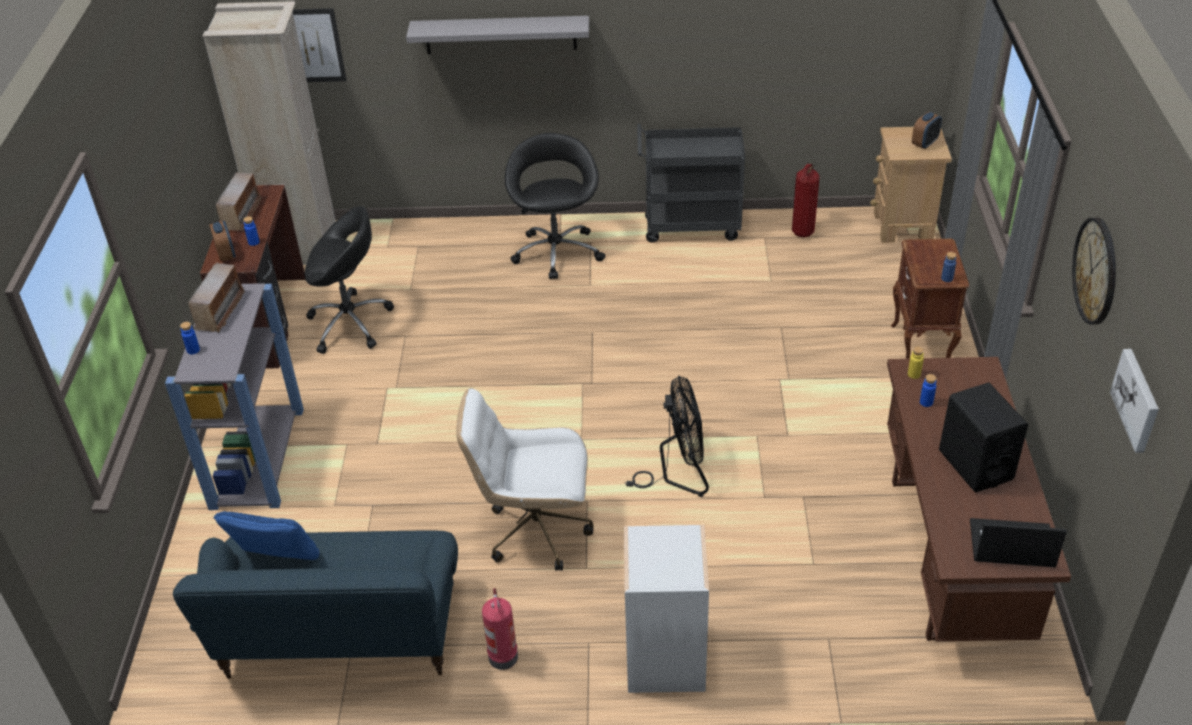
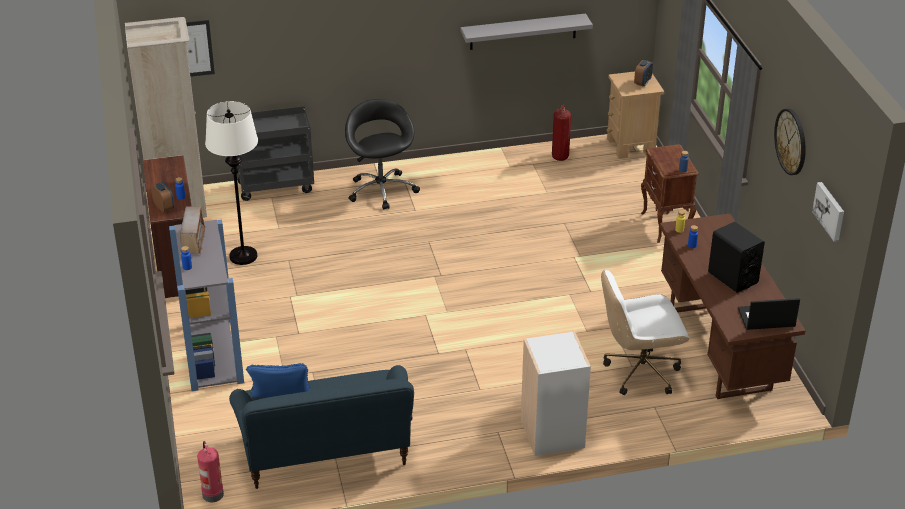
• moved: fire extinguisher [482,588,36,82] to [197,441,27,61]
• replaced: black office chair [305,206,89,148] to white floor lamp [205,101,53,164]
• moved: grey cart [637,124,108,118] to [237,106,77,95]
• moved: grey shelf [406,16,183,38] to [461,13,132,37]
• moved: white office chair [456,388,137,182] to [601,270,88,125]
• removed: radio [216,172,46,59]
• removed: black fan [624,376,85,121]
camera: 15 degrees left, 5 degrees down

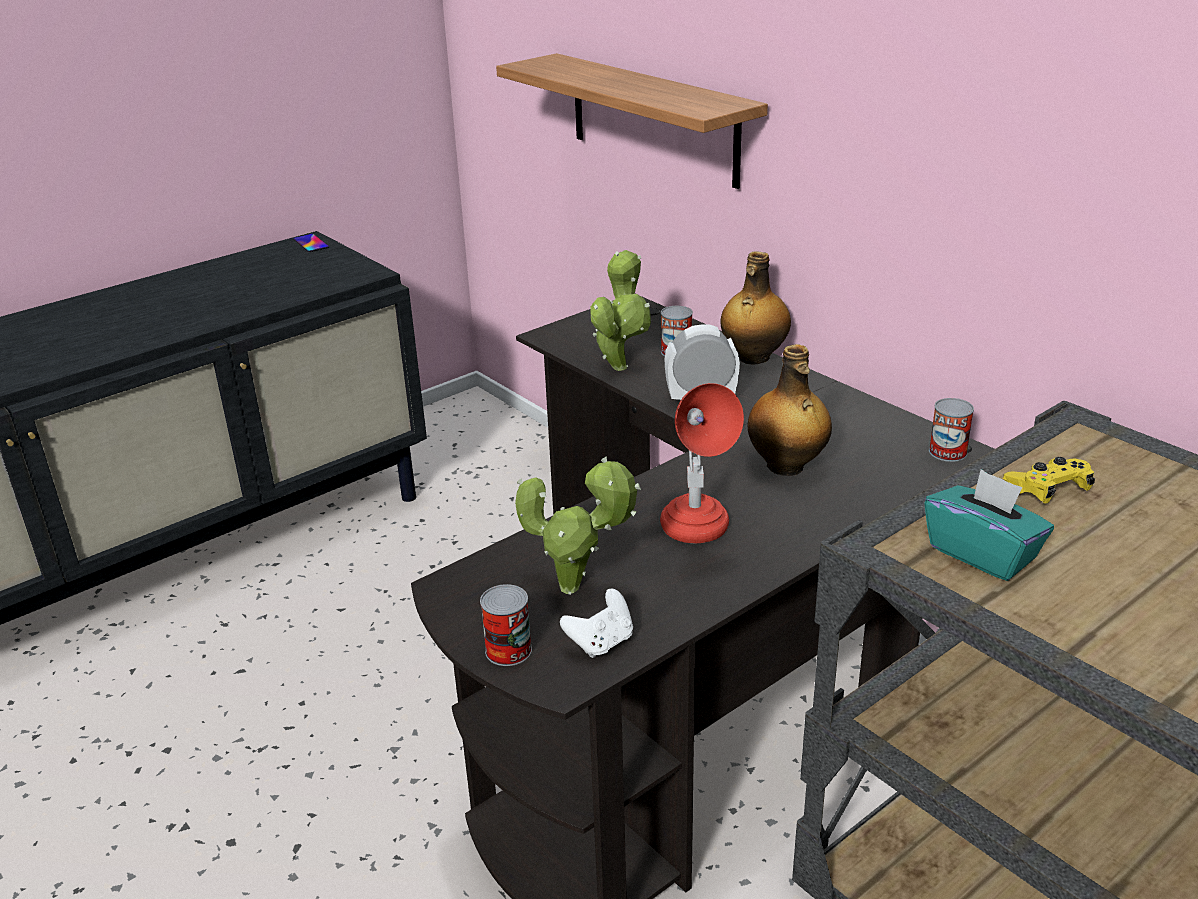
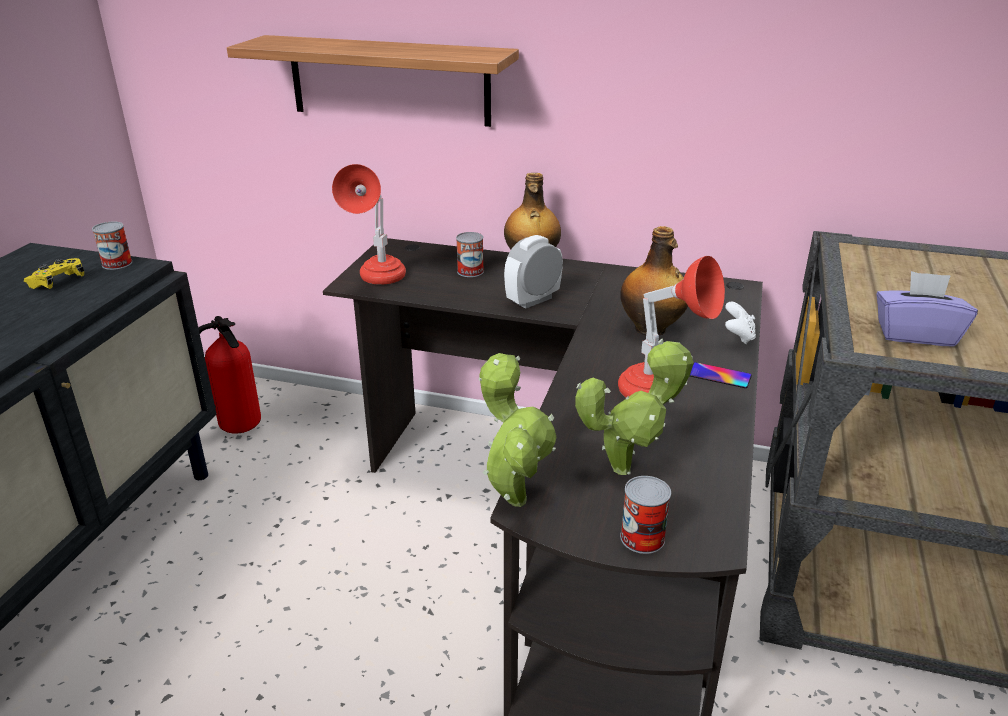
• moved: yellow game controller [1003,457,92,47] to [24,258,60,31]
• moved: can [929,398,45,64] to [92,221,40,49]
• added: fire extinguisher [199,316,62,118]
• added: red table lamp [332,164,74,121]
• moved: potted plant [591,250,60,121] to [479,353,78,154]
• moved: phone [293,234,36,18] to [690,362,62,26]
• moved: white game controller [560,589,73,69] to [725,302,31,42]
• recoloured: turquoise tissue box [924,469,130,112] to purple tissue box [876,271,102,75]
camera: 35 degrees left, 0 degrees up

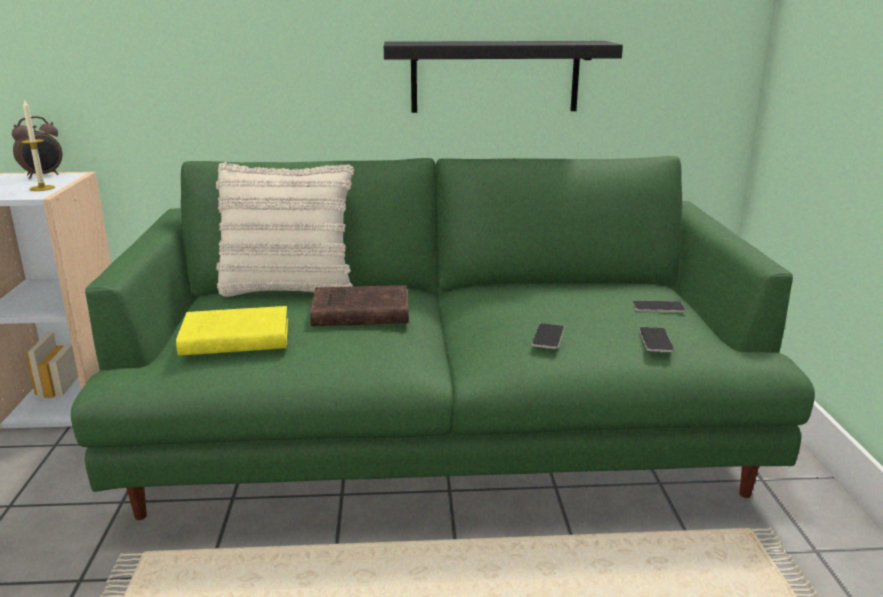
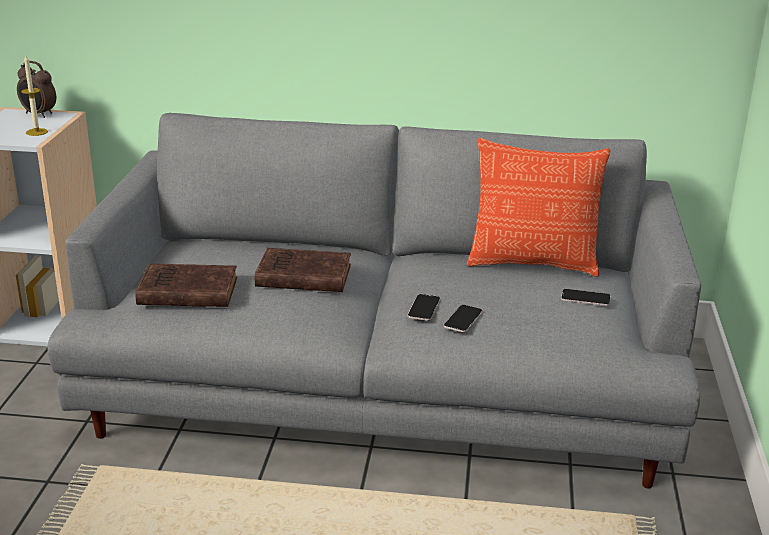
• turned: alarm clock [12,116,50,62] = [17,61,39,57] 60 degrees clockwise
• recoloured: green sofa [71,156,744,364] to grey sofa [48,113,653,375]
• recoloured: yellow book [176,306,112,50] to brown book [135,264,102,43]
• moved: phone [639,327,35,25] to [408,294,32,27]
• added: orange pillow [467,138,143,139]
• removed: beige pillow [216,162,138,135]
• removed: black shelf [384,41,239,72]
camera: 10 degrees right, 5 degrees up

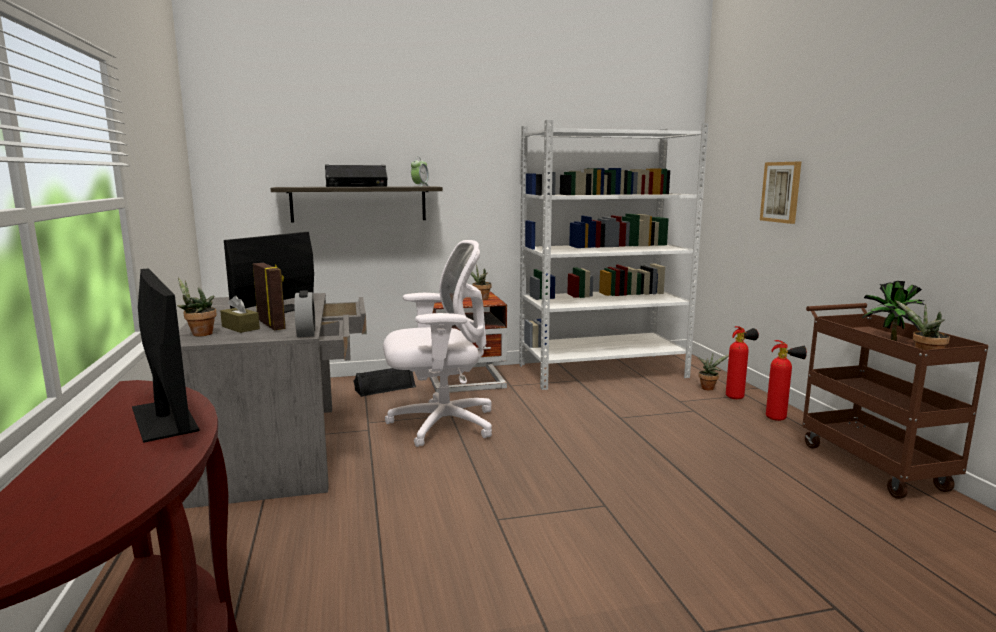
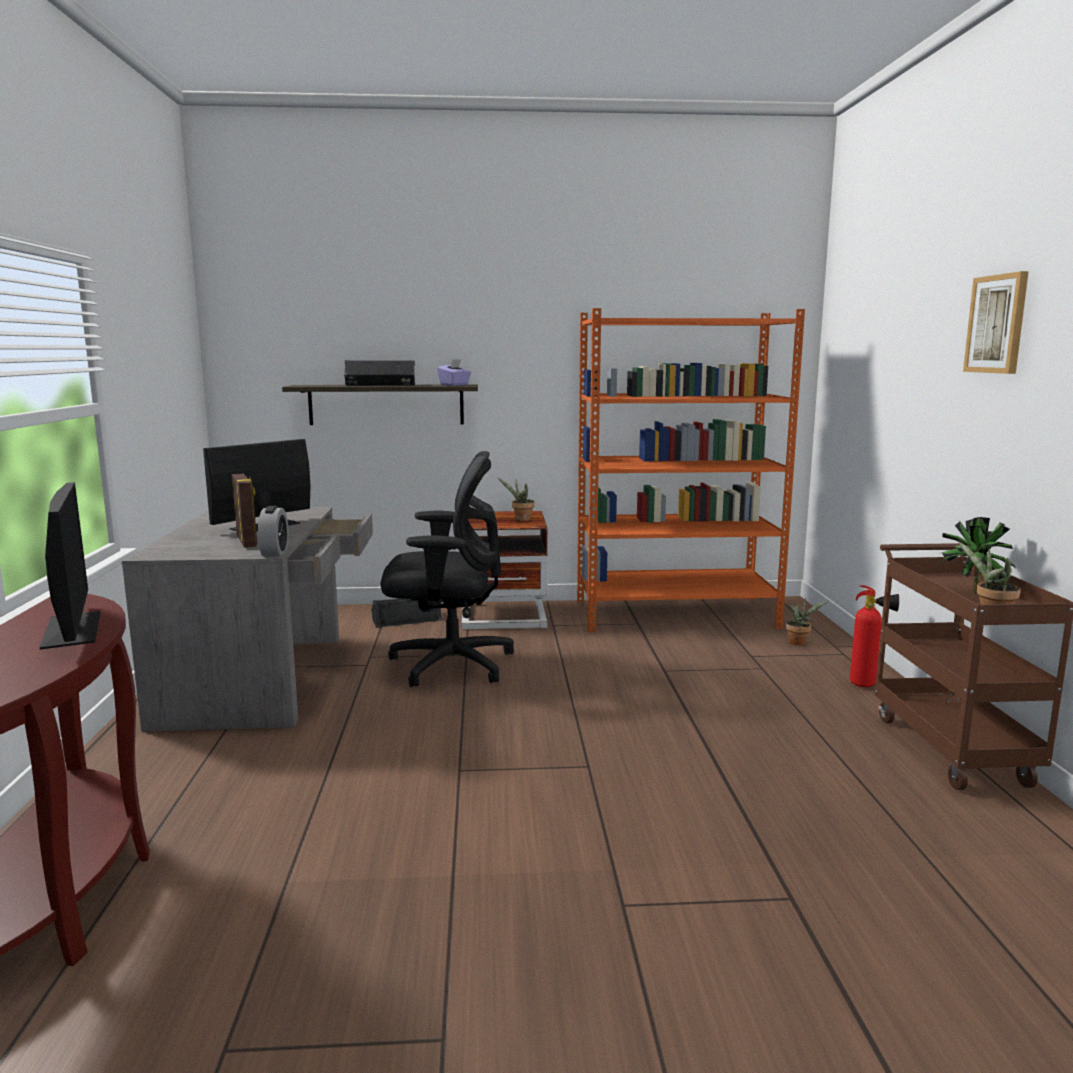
• recoloured: white office chair [383,240,109,207] to black office chair [381,451,133,236]
• replaced: alarm clock [411,157,18,30] to purple tissue box [437,359,34,26]
• recoloured: white bookcase [519,120,189,270] to orange bookcase [577,308,228,324]
• moved: picture [760,162,41,62] to [963,271,66,103]
• removed: potted plant [177,277,40,60]
• removed: brown tissue box [220,296,40,37]
• removed: fire extinguisher [726,326,33,73]
camera: 10 degrees right, 0 degrees up

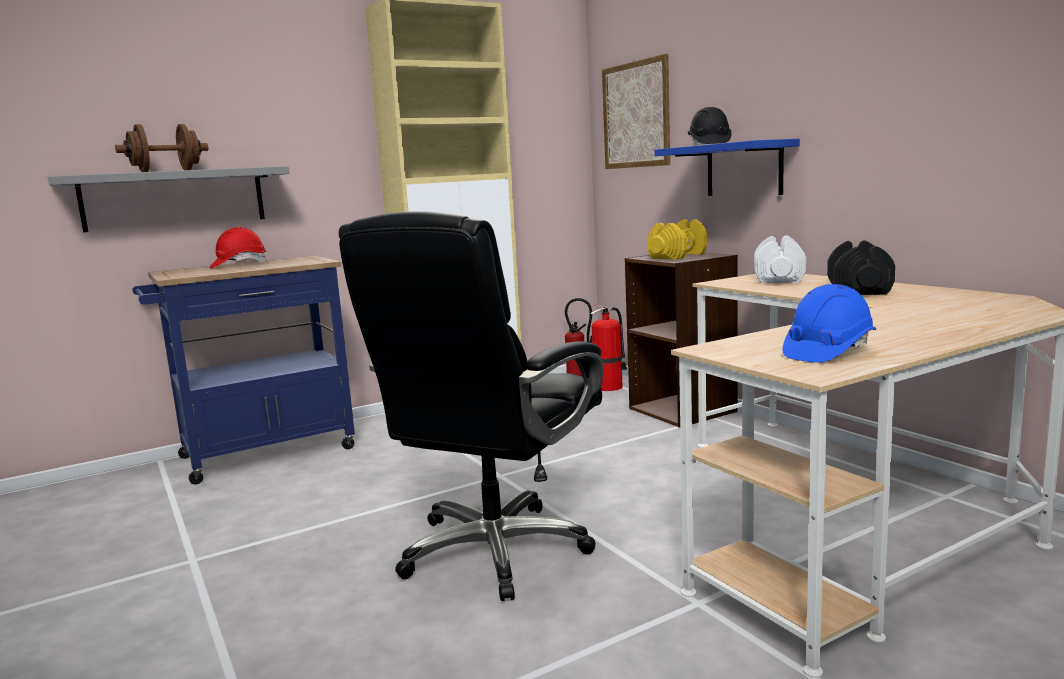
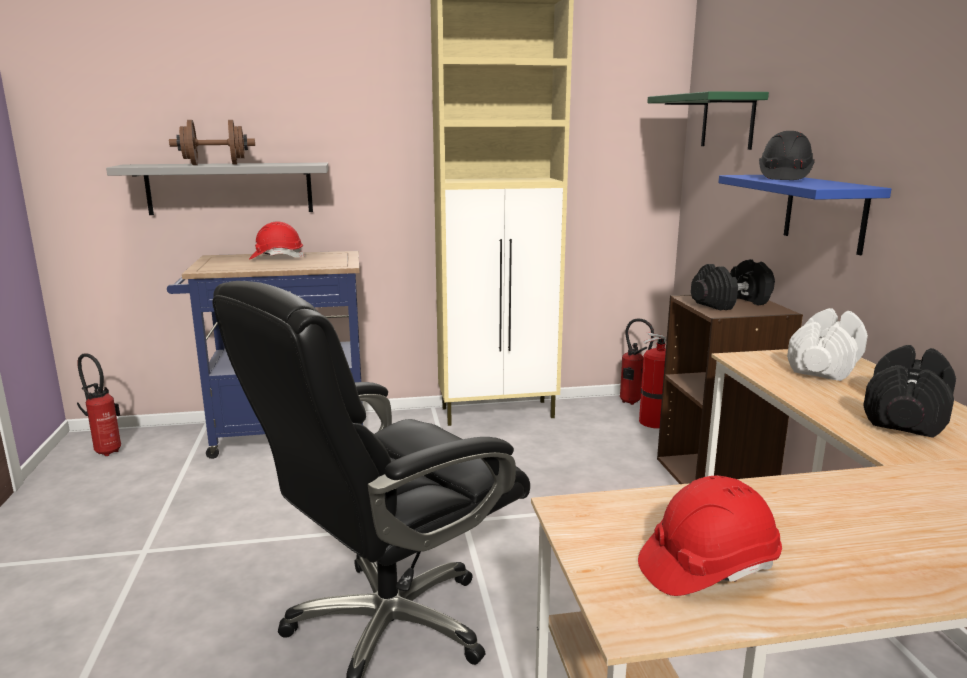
• added: fire extinguisher [77,353,44,103]
• recoloured: blue hard hat [782,284,94,79] to red hard hat [638,476,144,120]
• replaced: picture [602,54,68,115] to green shelf [647,91,122,59]
• recoloured: yellow dumbbell [648,219,59,40] to black dumbbell [691,259,84,52]
camera: 20 degrees right, 5 degrees up

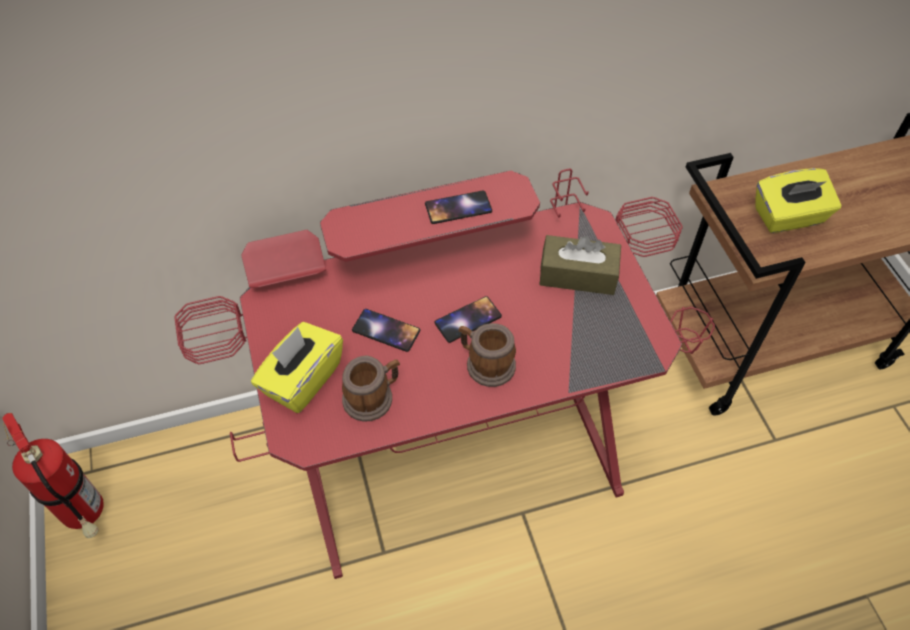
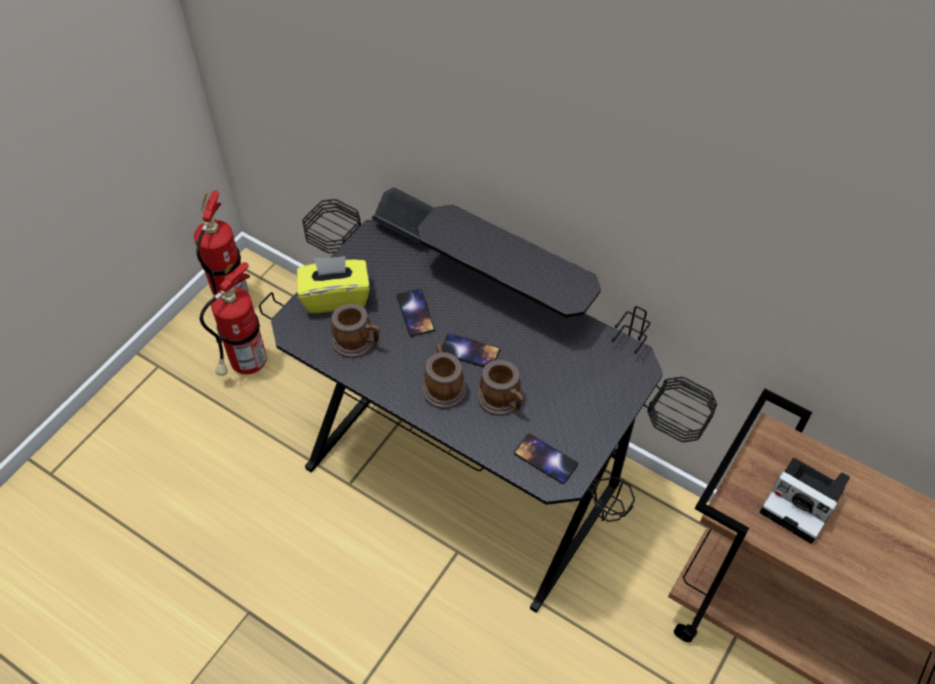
• added: fire extinguisher [200,262,67,114]
• recoloured: red desk [174,169,541,410] to black desk [259,187,458,426]
• added: mug [478,360,46,56]
• moved: phone [425,191,67,33] to [514,434,64,50]
• replaced: yellow tissue box [755,168,87,65] to photo camera [760,458,90,86]
• removed: brown tissue box [539,235,82,60]
camera: 50 degrees right, 0 degrees up

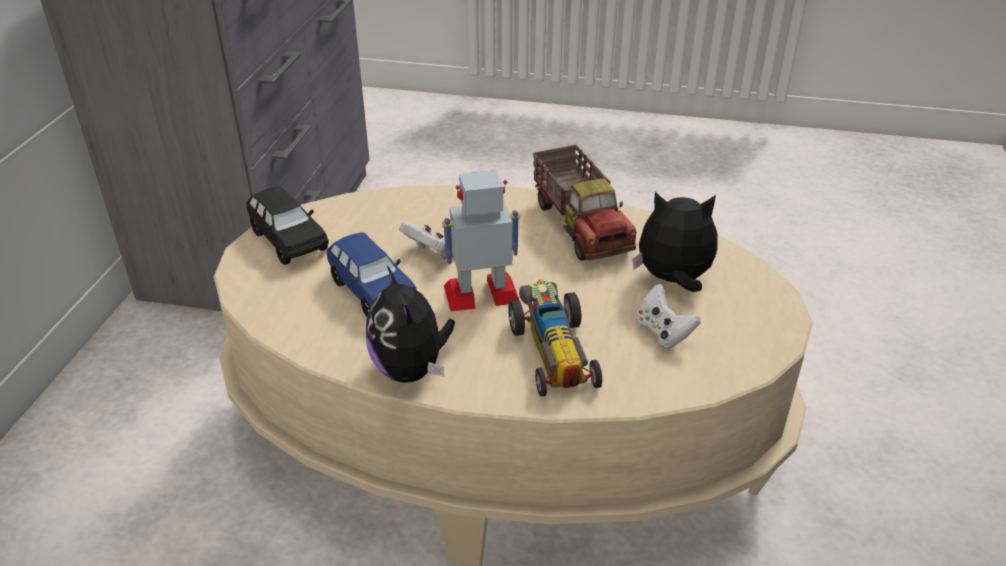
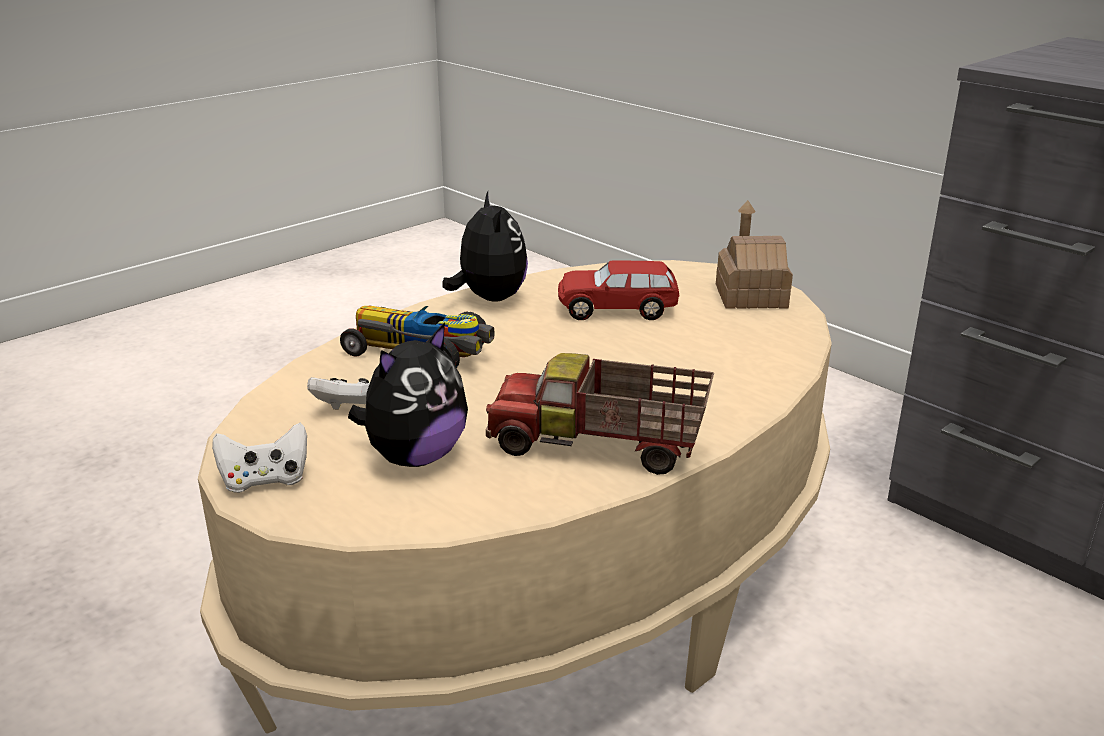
• moved: white game controller [399,222,54,37] to [212,423,95,70]
• turned: plush toy [366,266,89,117] = [442,192,86,109] 60 degrees clockwise
• recoloured: blue toy car [327,232,90,85] to red toy car [558,261,121,59]
• replaced: black toy car [246,186,83,79] to toy house [716,200,77,109]
• removed: toy robot [442,170,78,141]
camera: 125 degrees right, 10 degrees down

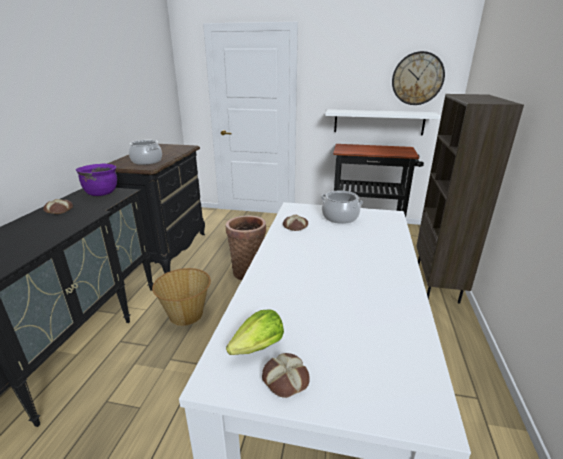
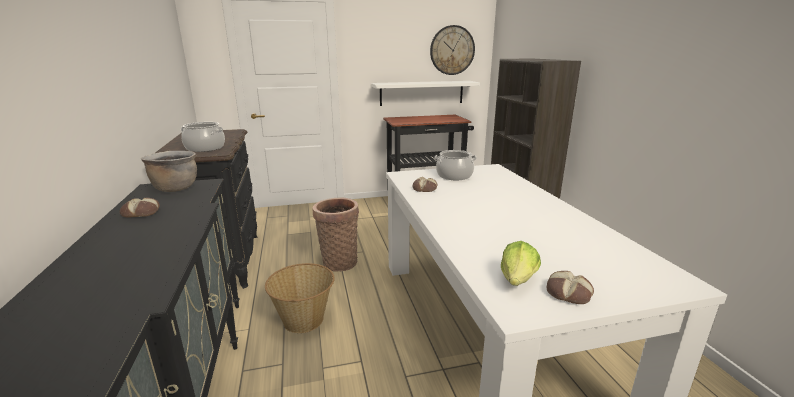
• recoloured: purple cooking pot [76,163,41,33] to brown cooking pot [141,151,56,41]
camera: 25 degrees left, 5 degrees down

